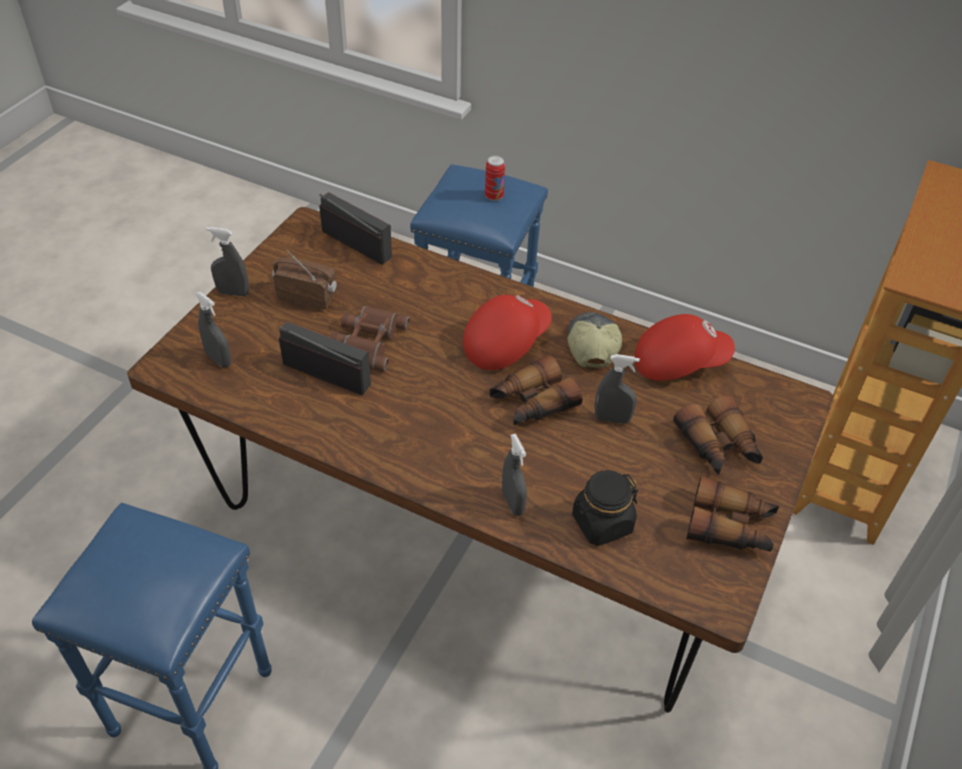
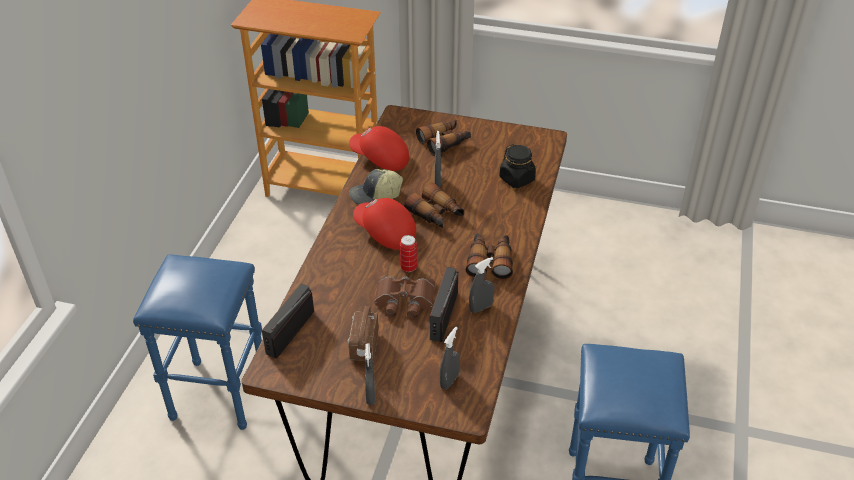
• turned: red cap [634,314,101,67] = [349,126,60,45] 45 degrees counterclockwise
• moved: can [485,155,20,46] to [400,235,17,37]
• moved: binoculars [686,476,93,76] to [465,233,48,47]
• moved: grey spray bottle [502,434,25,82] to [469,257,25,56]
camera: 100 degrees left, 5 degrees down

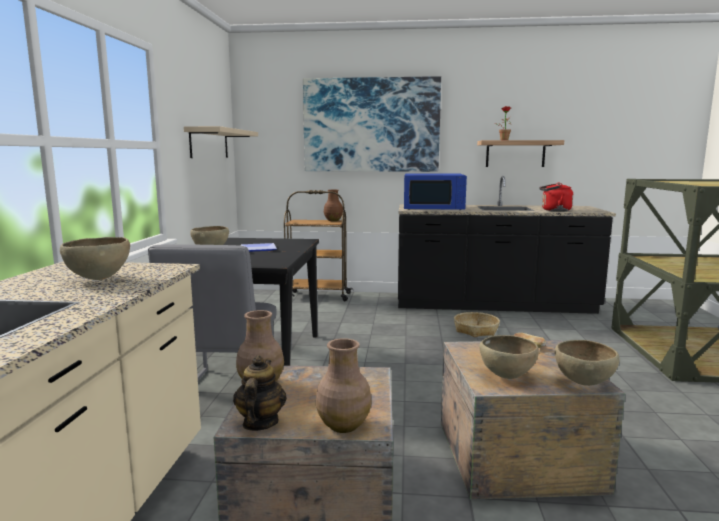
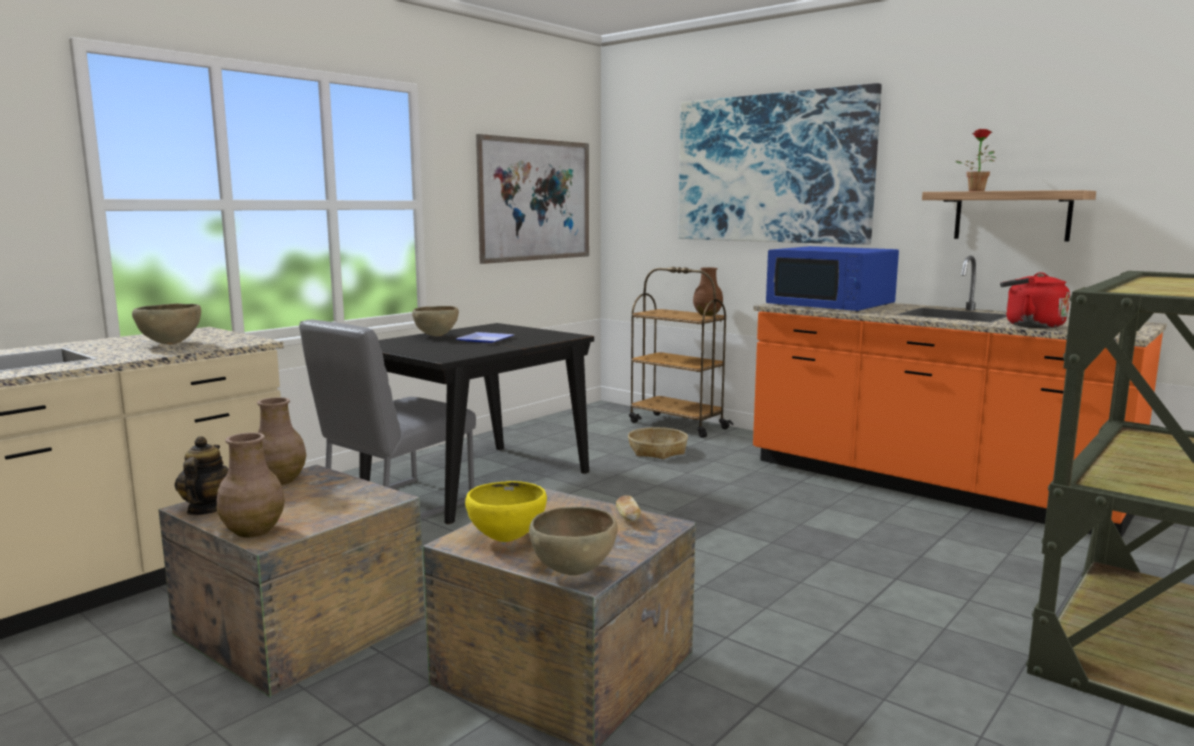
• turned: teapot [233,355,54,76] = [175,436,54,79] 45 degrees counterclockwise
• recoloured: brown bowl [479,335,60,44] to yellow bowl [465,481,82,61]
• replaced: beige shelf [184,126,74,32] to picture [476,134,113,130]
• moved: basket [454,312,46,25] to [628,427,60,32]
• recoloured: black counter [398,176,218,138] to orange counter [753,255,414,282]
camera: 35 degrees right, 0 degrees up

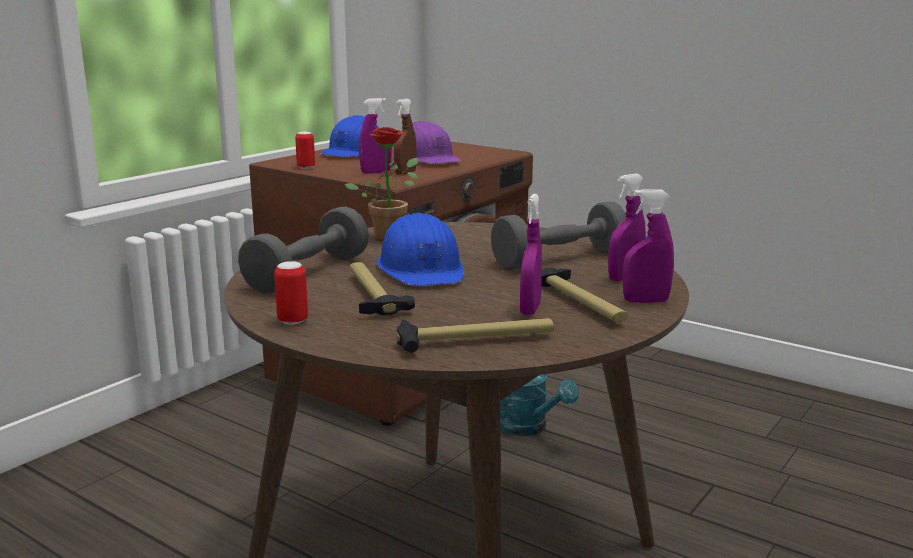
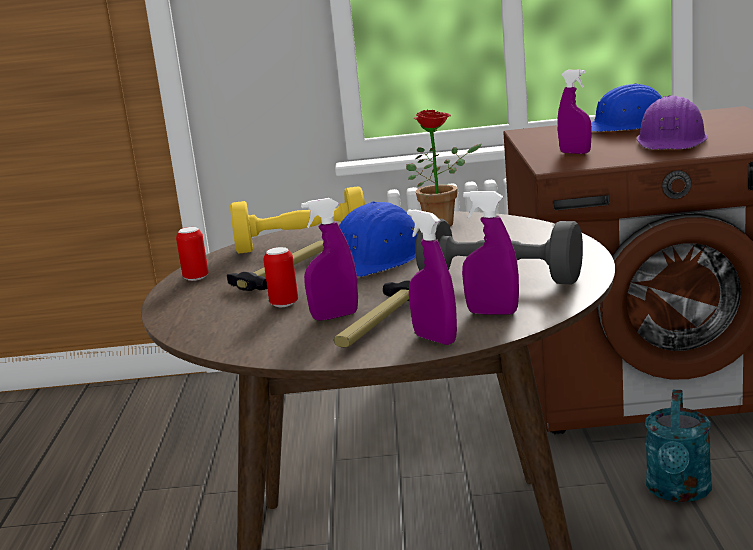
• recoloured: grey dumbbell [238,207,131,86] to yellow dumbbell [230,186,135,68]
• moved: can [295,132,20,37] to [263,247,35,60]
• removed: brown spray bottle [394,99,22,76]
• removed: hammer [396,318,158,35]
camera: 55 degrees right, 0 degrees up

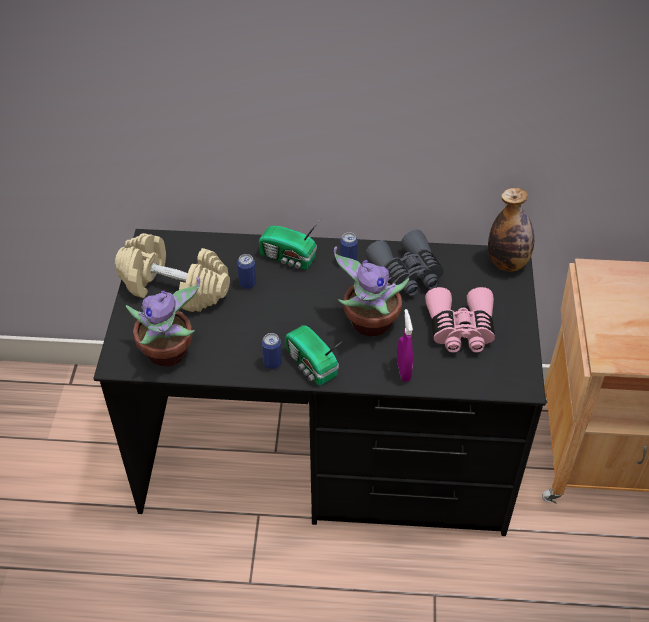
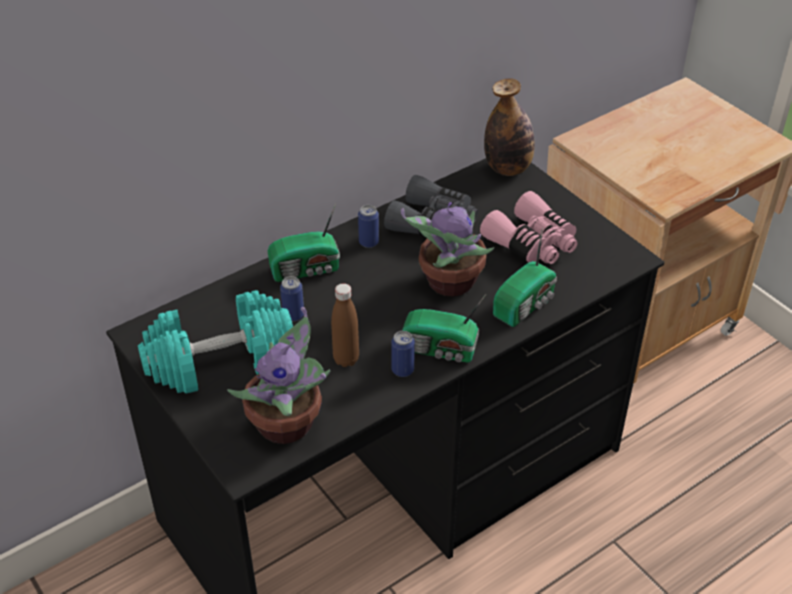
• recoloured: beige dumbbell [115,233,115,79] to turquoise dumbbell [138,290,155,104]
• added: brown bottle [331,283,28,84]
• replaced: purple spray bottle [397,309,16,73] to radio [493,228,64,99]
camera: 40 degrees left, 5 degrees down

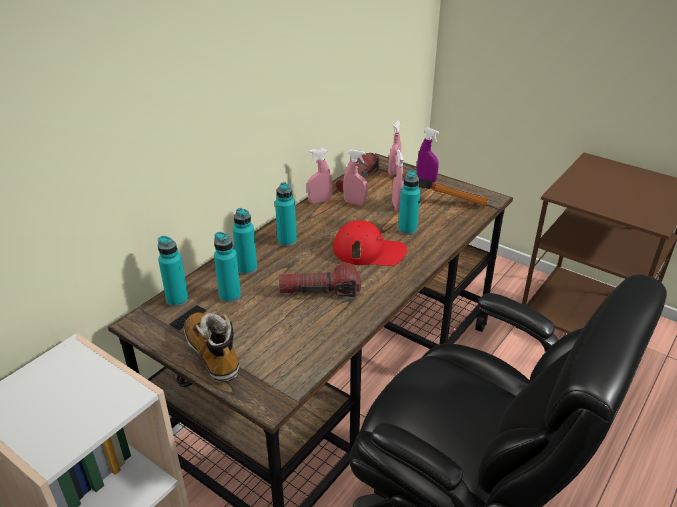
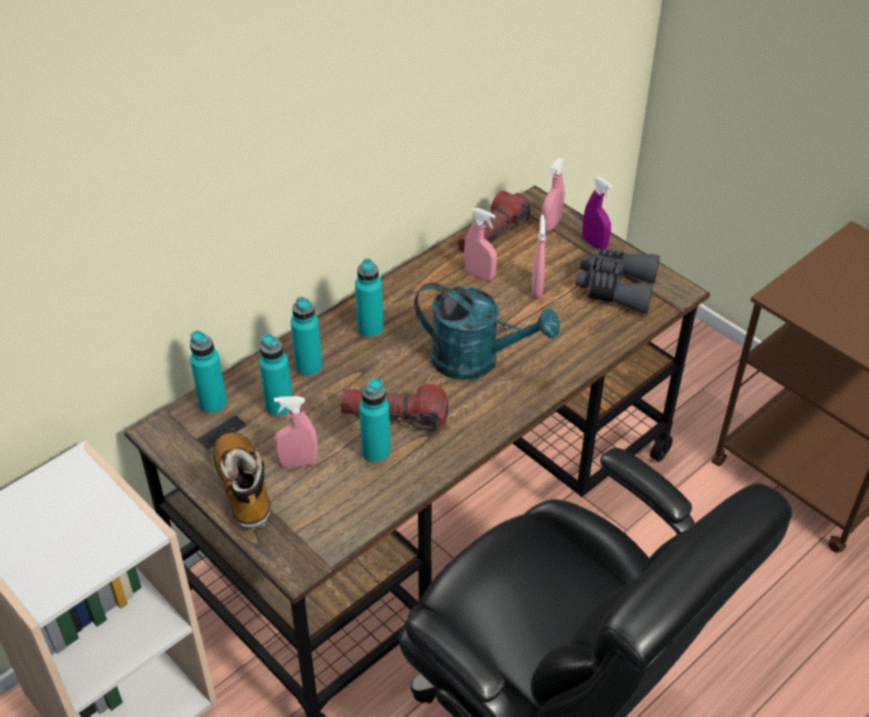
• moved: pink spray bottle [307,148,26,55] to [274,396,44,71]
• moved: turquoise bottle [398,170,22,65] to [359,377,31,86]
• replaced: red cap [333,220,74,46] to turquoise watering can [414,283,146,97]
• replaced: hammer [419,178,69,28] to grey binoculars [575,248,85,66]
camera: 10 degrees right, 10 degrees up

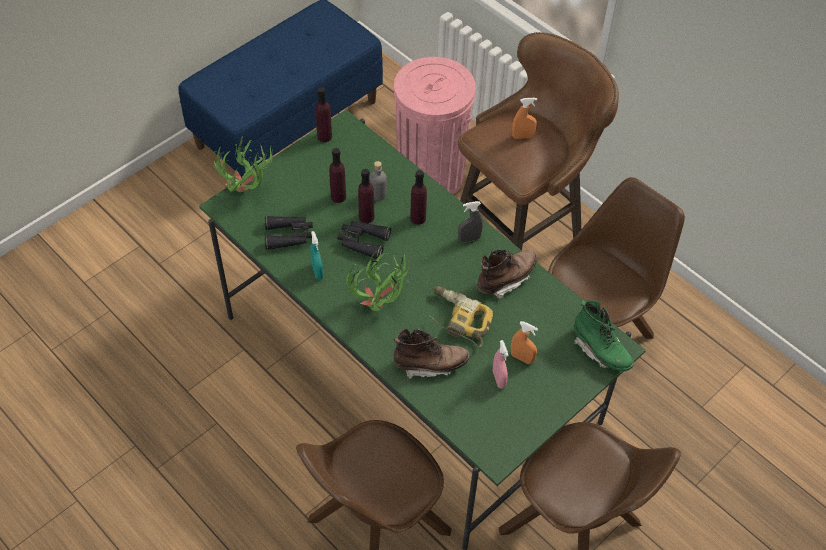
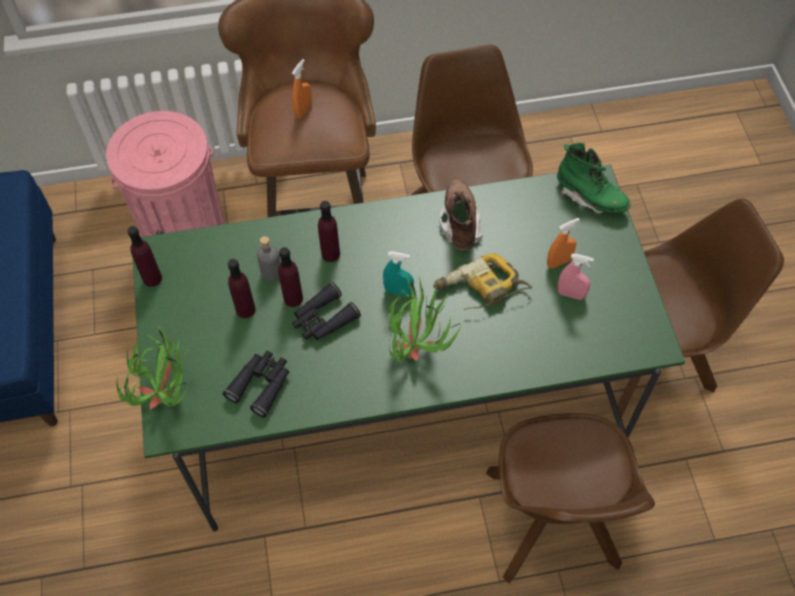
• moved: turquoise spray bottle [310,231,14,49] to [383,251,31,46]
• turned: green boot [573,300,61,71] = [557,143,74,71] 45 degrees clockwise
• removed: brown boot [393,328,76,51]
• removed: grey spray bottle [458,201,25,42]
camera: 55 degrees left, 5 degrees up

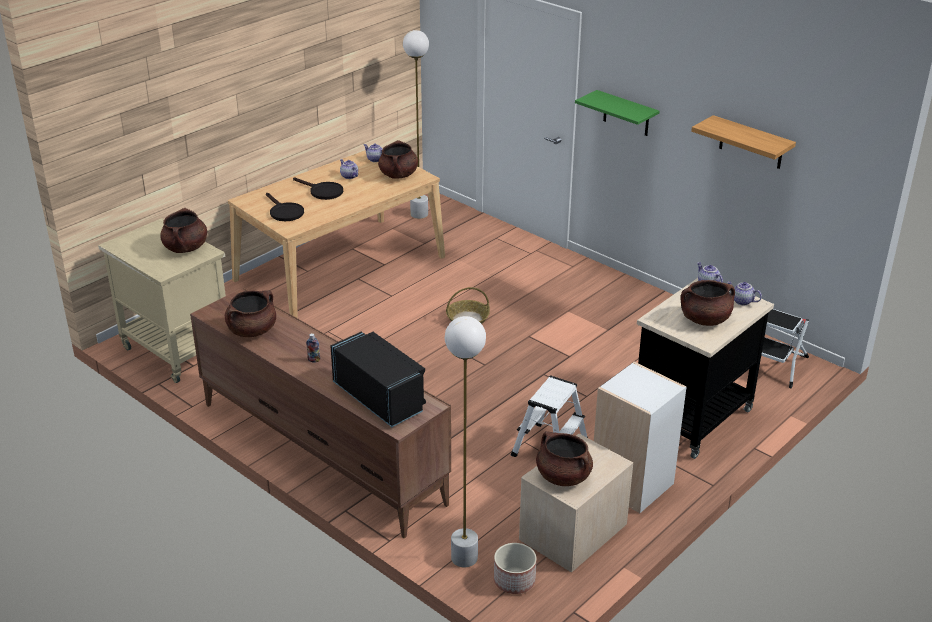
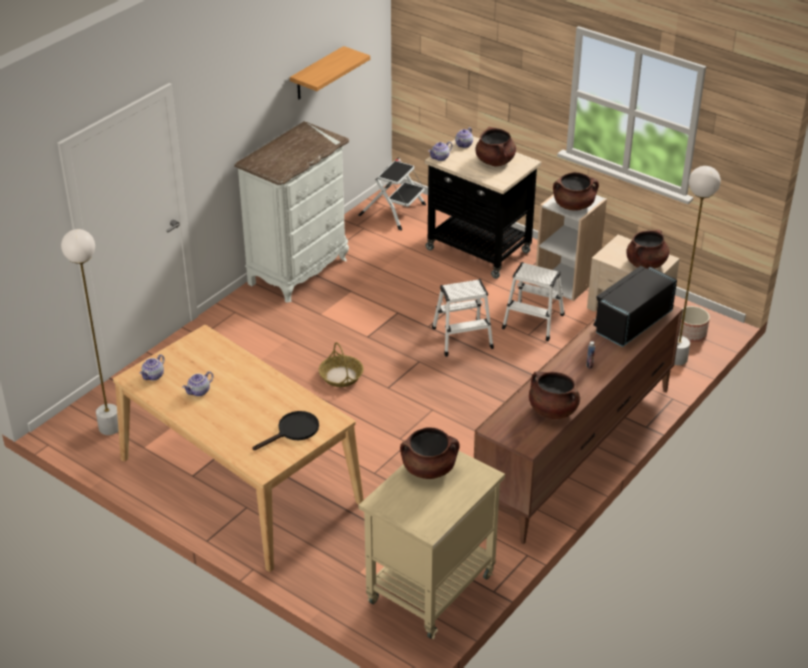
• added: white dresser [234,121,115,181]
• added: white step ladder [432,279,62,78]
• moved: brown cooking pot [378,140,40,39] to [553,172,46,39]
• removed: black frying pan [293,178,50,22]
• removed: green shelf [575,90,84,46]
camera: 95 degrees left, 5 degrees up

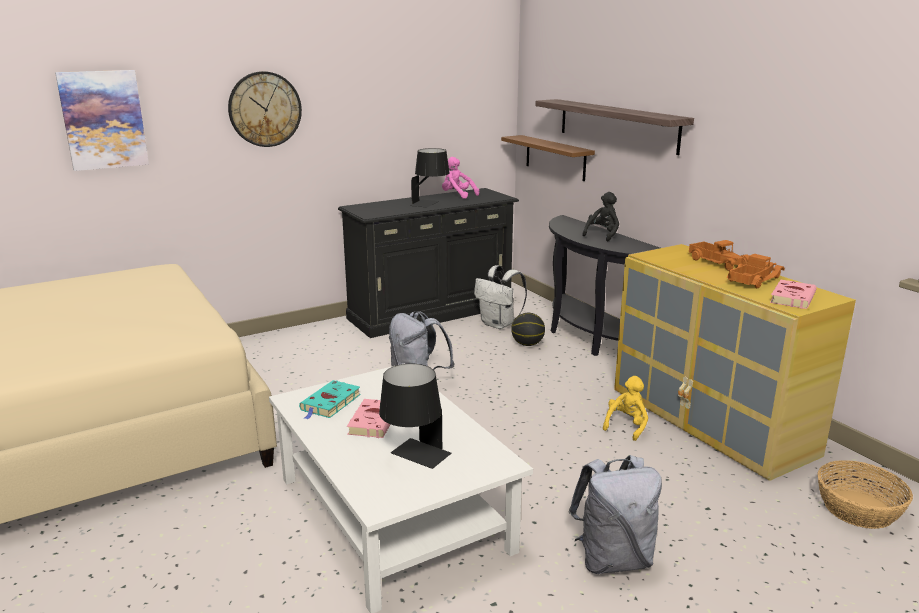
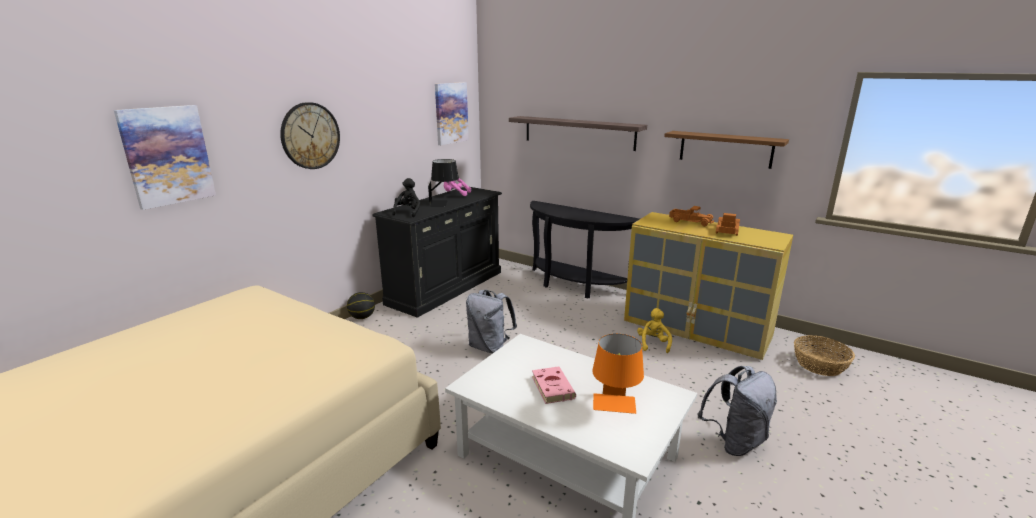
• moved: basketball [511,313,34,33] to [347,292,28,27]
• moved: black plush toy [582,192,37,50] to [392,178,28,39]
• added: picture [435,82,34,63]
• recoloured: black table lamp [379,364,72,105] to orange table lamp [592,334,52,80]
• moved: brown shelf [501,135,94,46] to [664,131,125,38]
• removed: turquoise book [299,380,62,40]
• removed: white backpack [474,265,53,64]
• removed: pink book [770,280,47,29]
camera: 25 degrees left, 0 degrees up

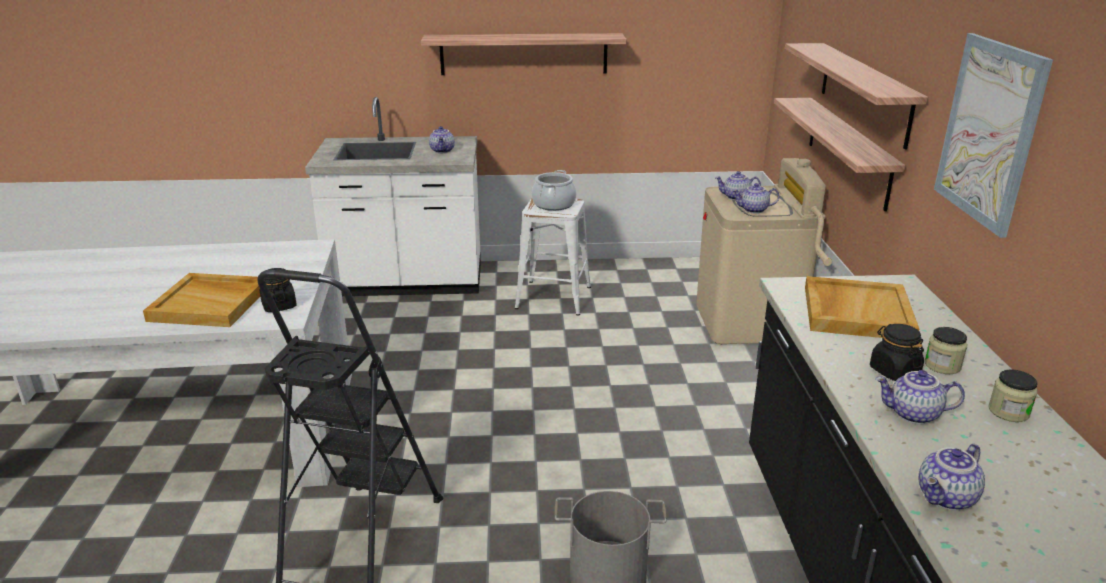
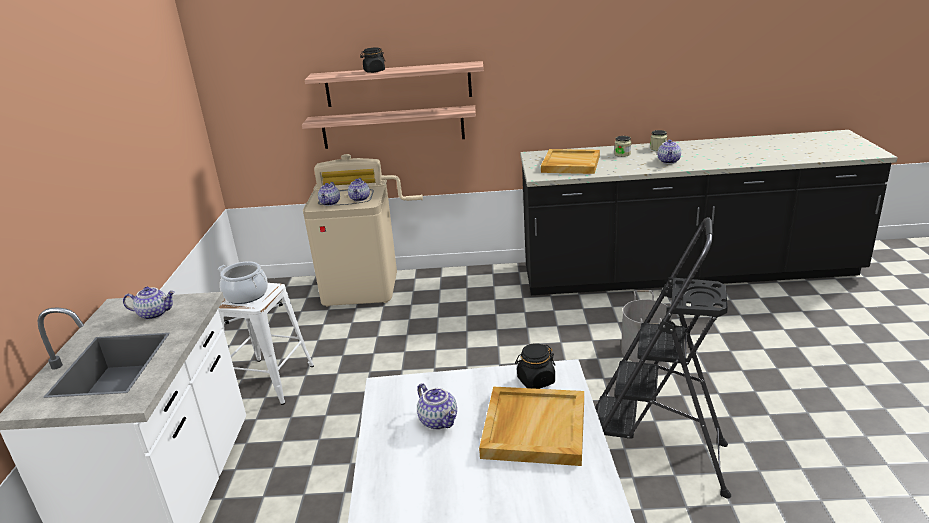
• moved: black jar [870,324,54,57] to [360,48,25,25]
• moved: teapot [919,444,66,66] to [417,383,40,47]
• removed: shelf [421,33,206,42]
• removed: picture [934,33,119,205]
camera: 85 degrees left, 0 degrees up

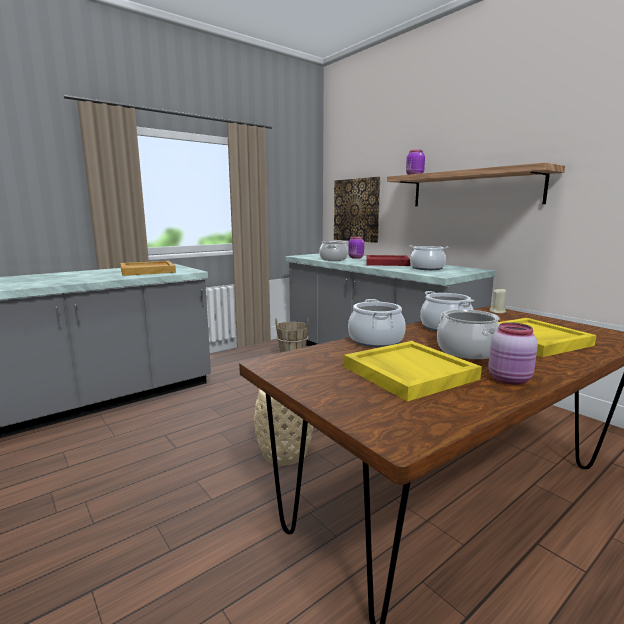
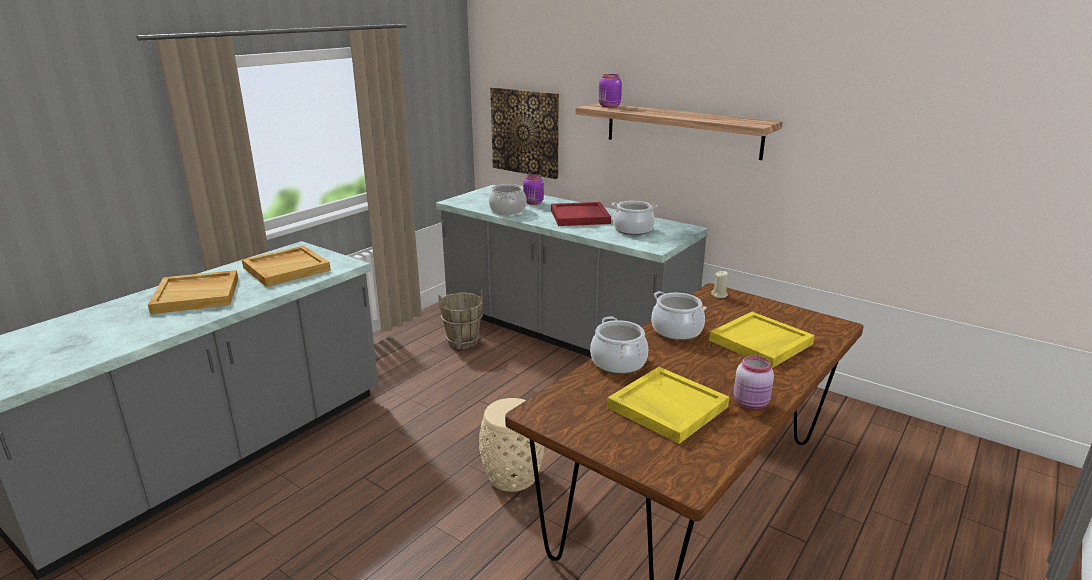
• added: beige tray [148,270,90,44]
• removed: cooking pot [437,309,63,50]
camera: 15 degrees left, 10 degrees up

